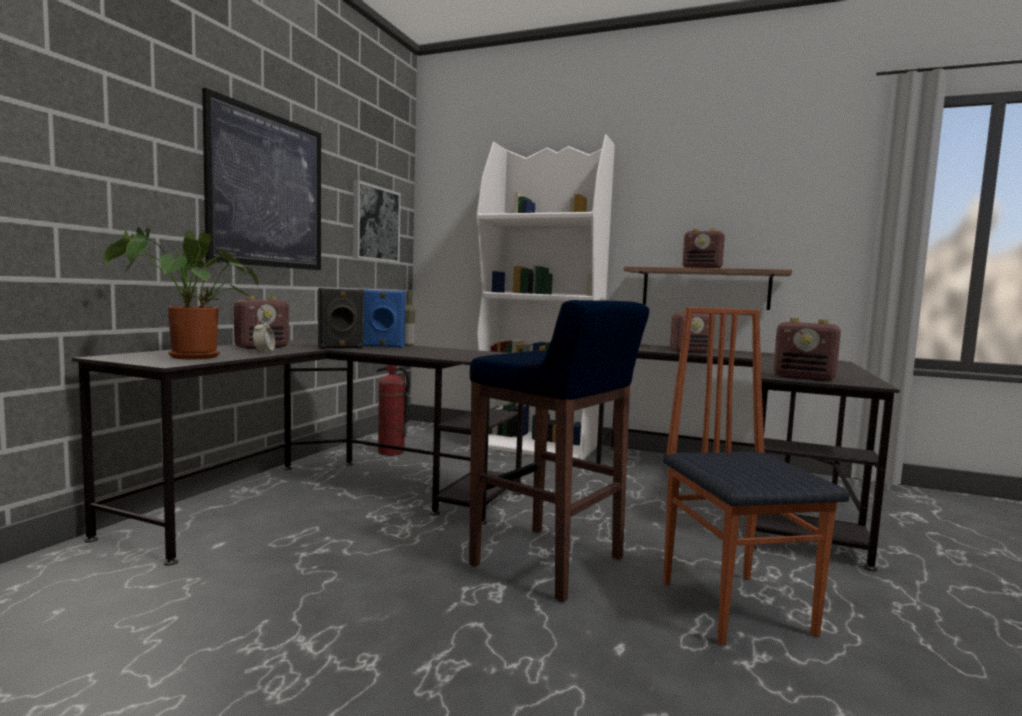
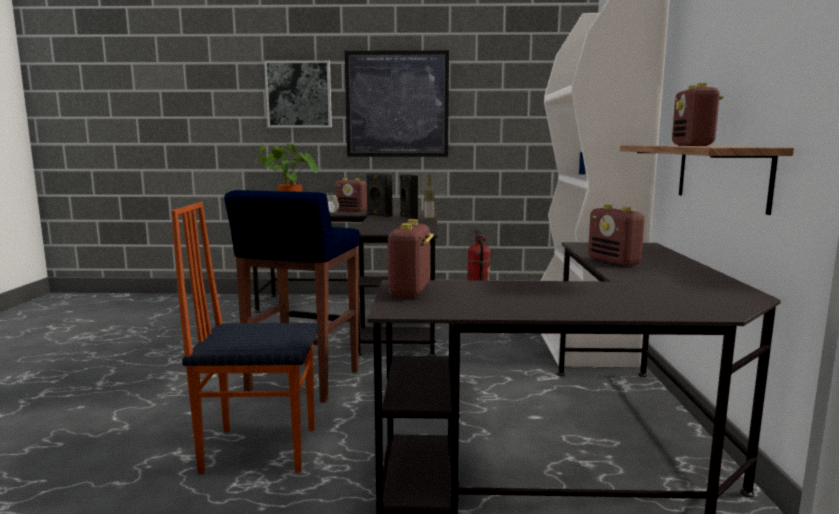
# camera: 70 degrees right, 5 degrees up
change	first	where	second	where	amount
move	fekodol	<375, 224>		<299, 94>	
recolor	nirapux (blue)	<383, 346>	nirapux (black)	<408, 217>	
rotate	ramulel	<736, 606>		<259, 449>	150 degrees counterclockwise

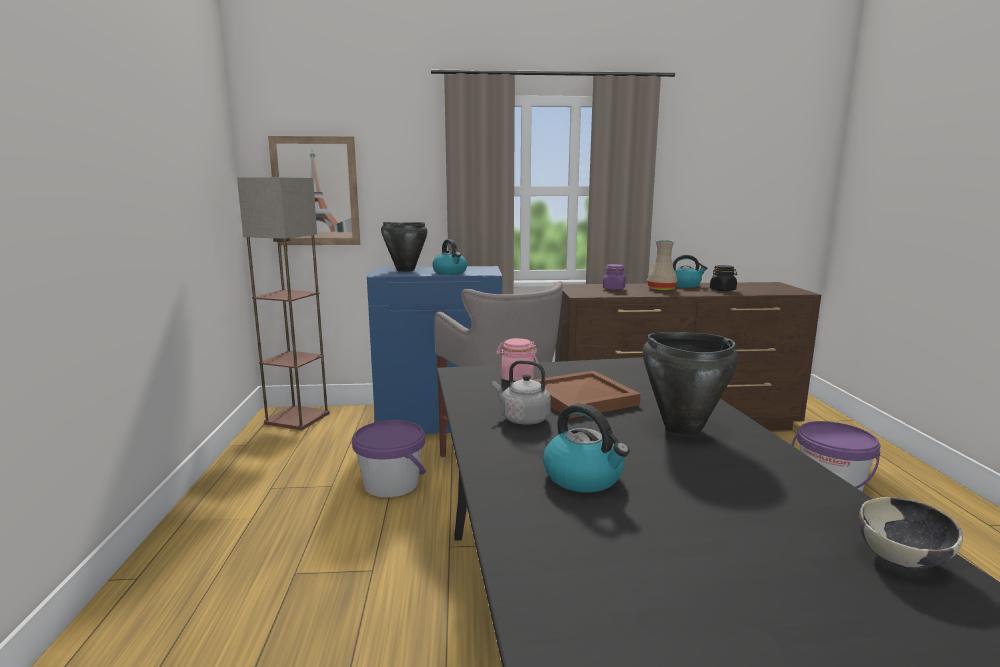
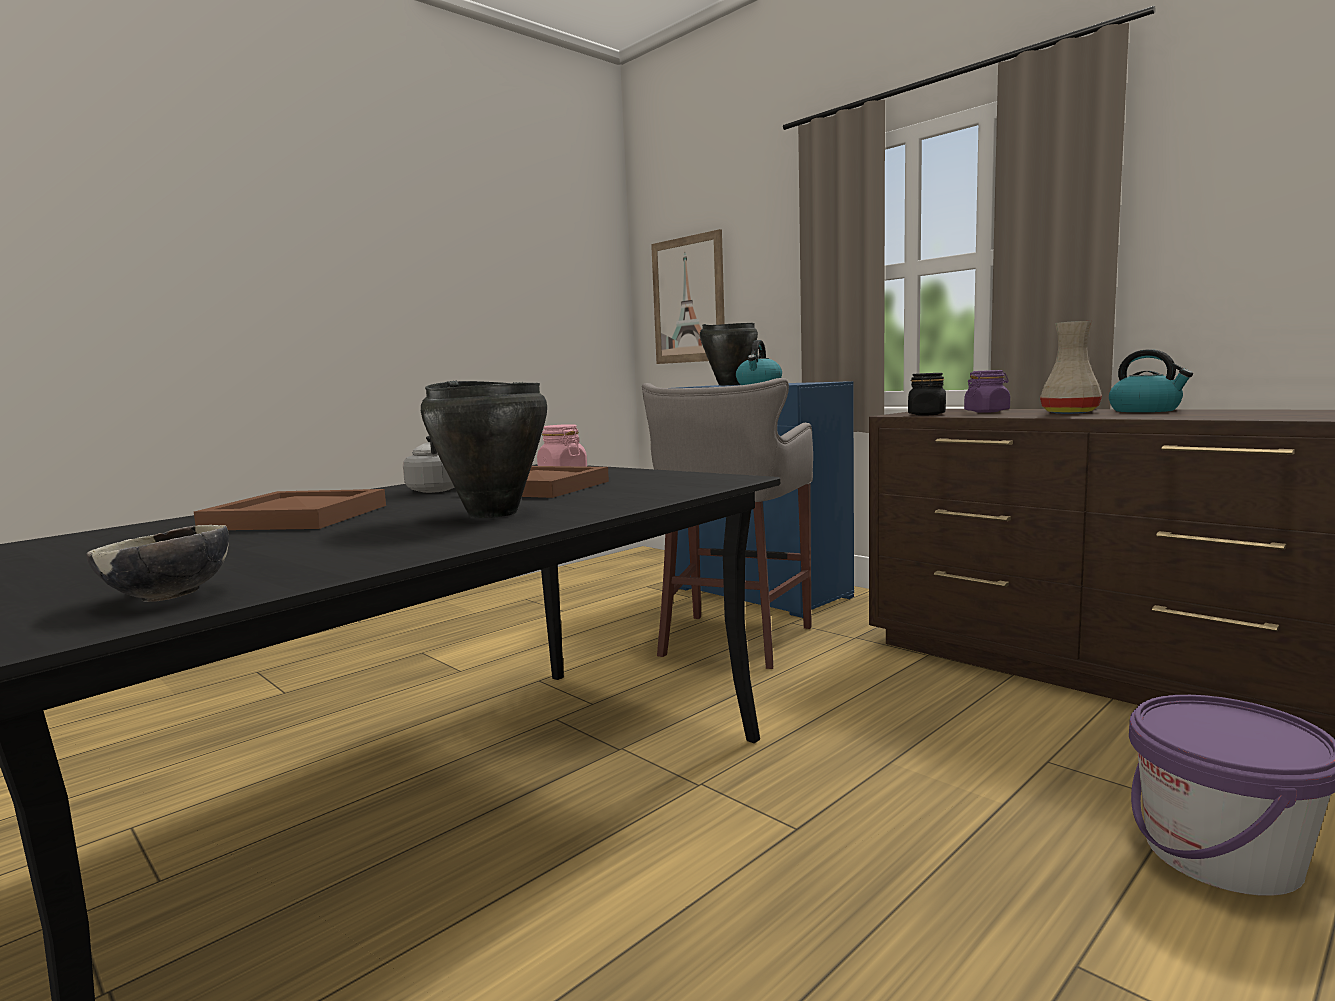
# camera: 50 degrees right, 5 degrees down
change	first	where	second	where	amount
delete	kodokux	<297, 418>			
delete	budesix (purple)	<391, 484>			
replace	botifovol	<584, 477>	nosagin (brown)	<300, 516>	
move	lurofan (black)	<723, 290>		<927, 414>	

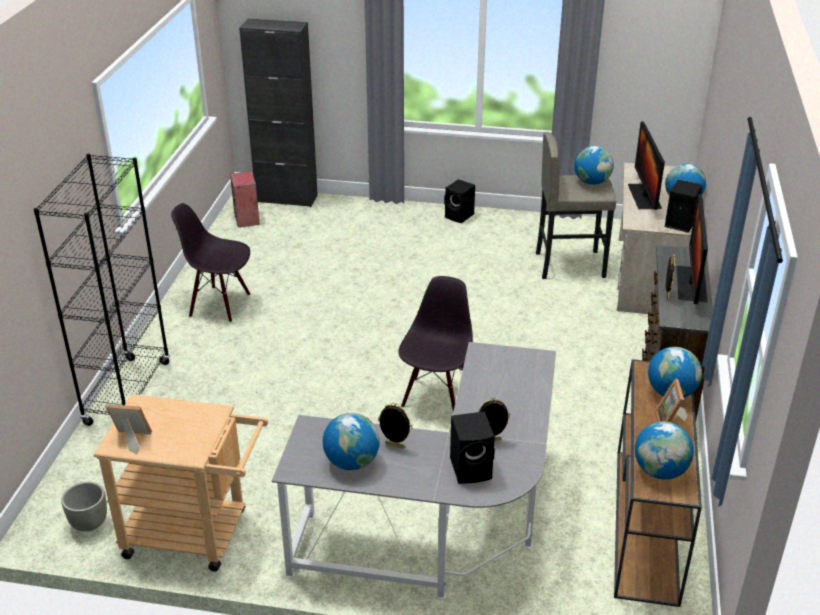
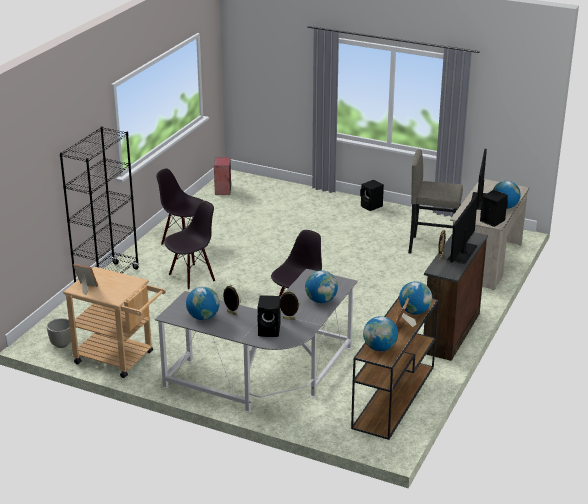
# camera: 15 degrees right, 5 degrees down
change	first	where	second	where	amount
delete	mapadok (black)	<286, 198>			
move	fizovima	<592, 182>		<321, 300>	
insert			ramulel (black)	<192, 277>	

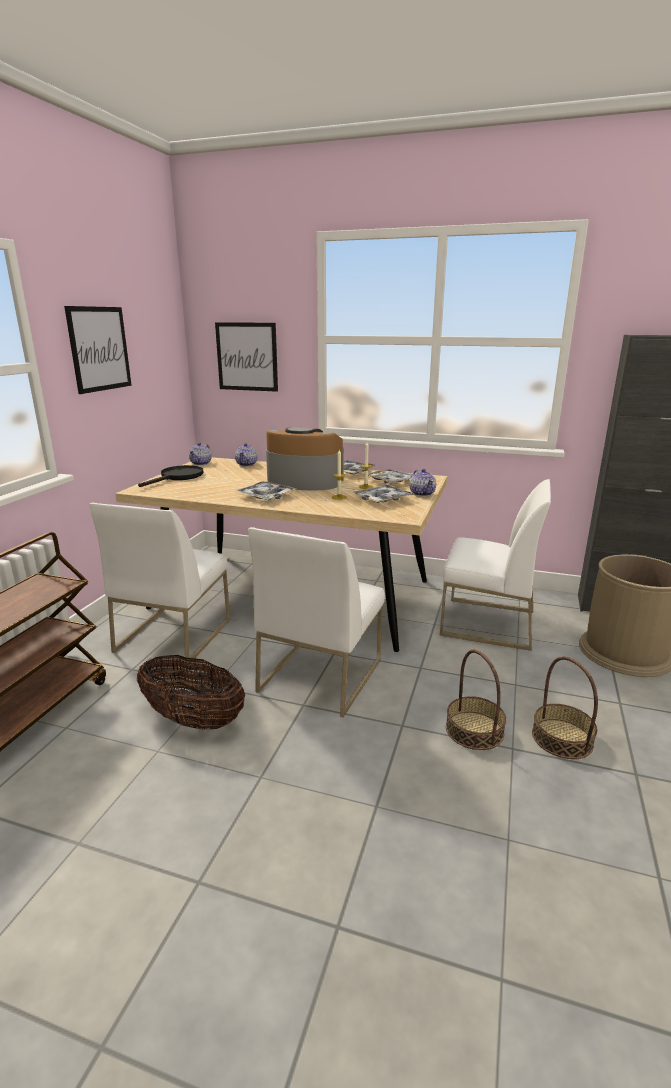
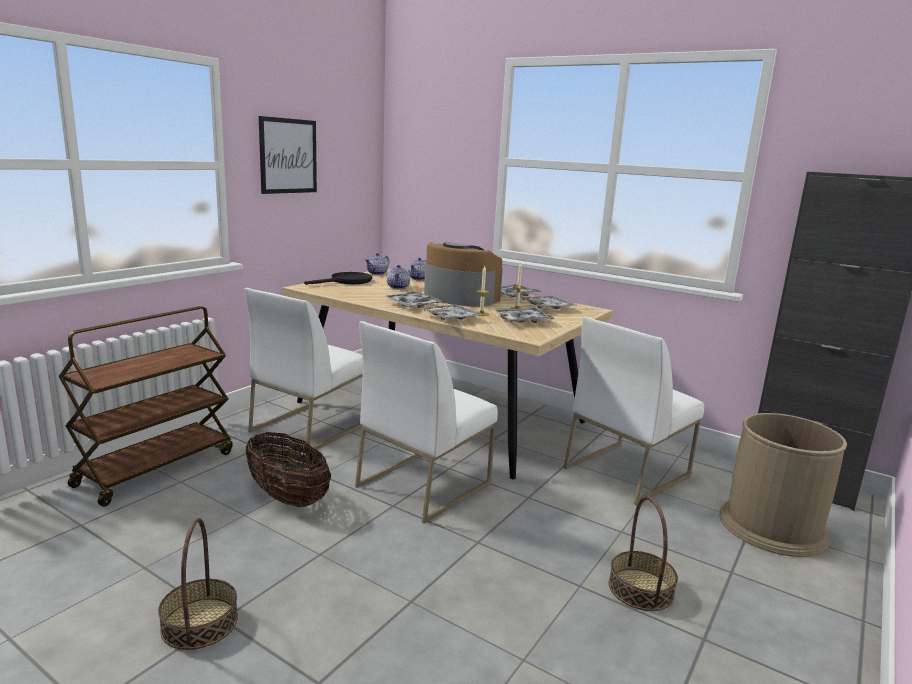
# camera: 15 degrees right, 5 degrees down
change	first	where	second	where	amount
delete	fekodol	<247, 357>			
move	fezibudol	<422, 493>		<398, 287>	
rotate	ramulel (white)	<487, 623>		<626, 471>	105 degrees clockwise
move	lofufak	<474, 730>		<199, 623>	
insert			nosagin	<451, 318>	

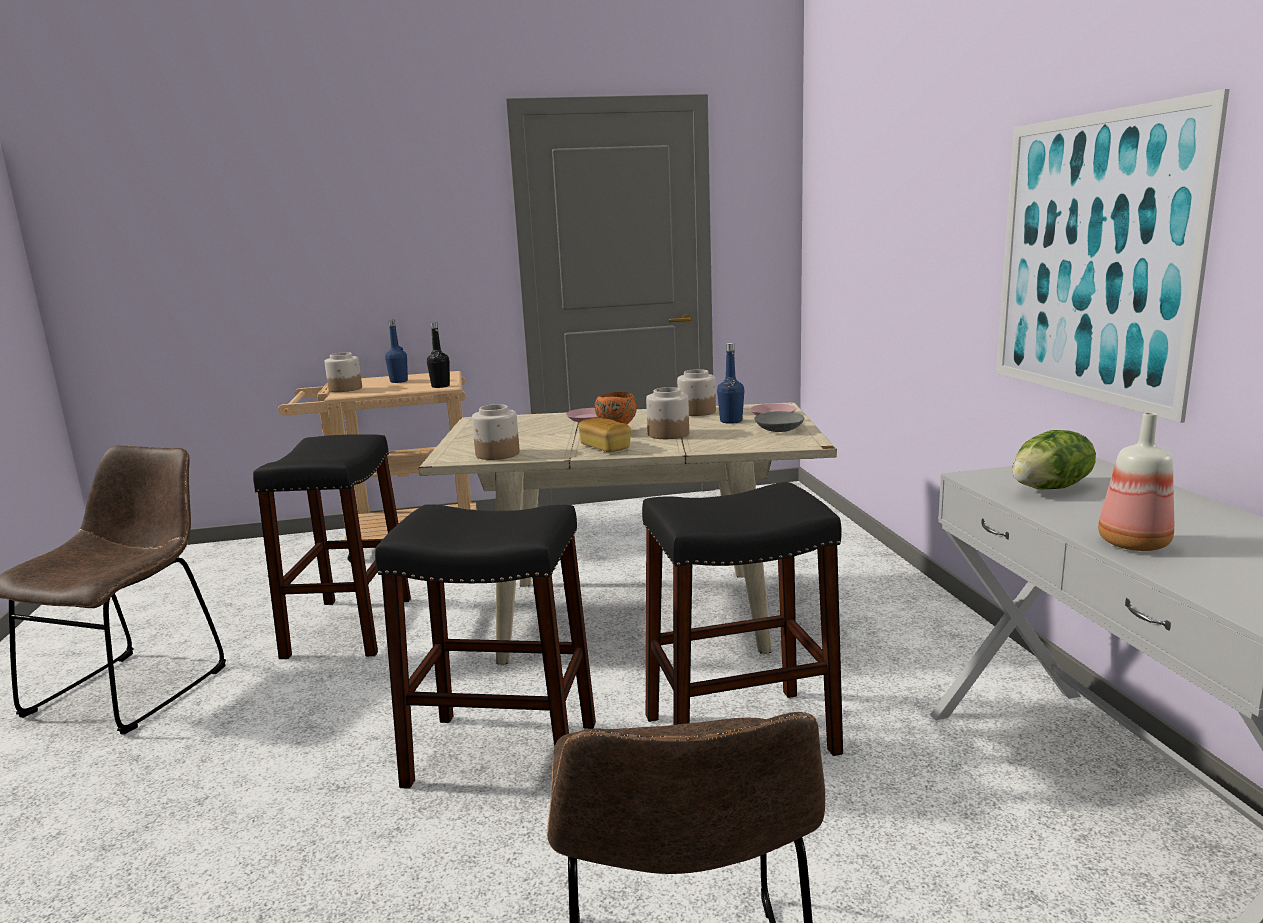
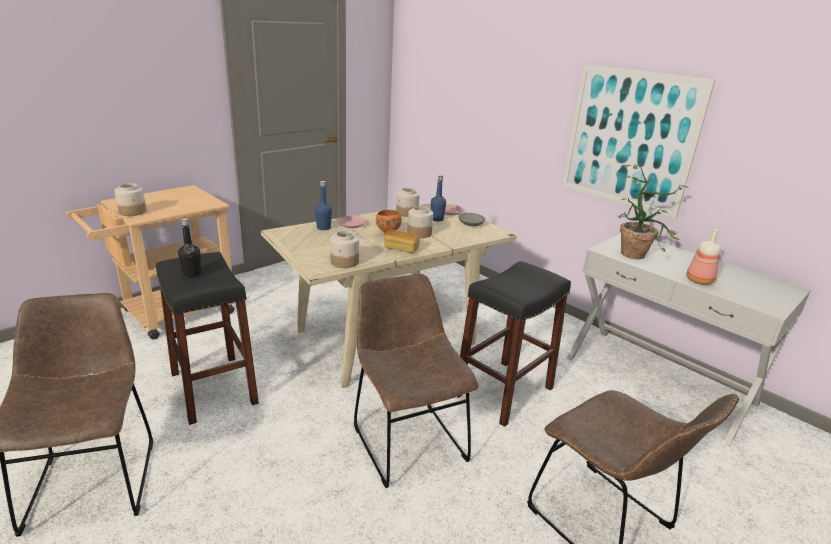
# camera: 35 degrees left, 10 degrees up
change	first	where	second	where	amount
replace	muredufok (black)	<503, 754>	ramulel (brown)	<406, 439>	
move	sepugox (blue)	<399, 381>		<323, 228>	
move	sepugox (black)	<440, 386>		<192, 274>	
replace	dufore	<1051, 488>	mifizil	<637, 253>	

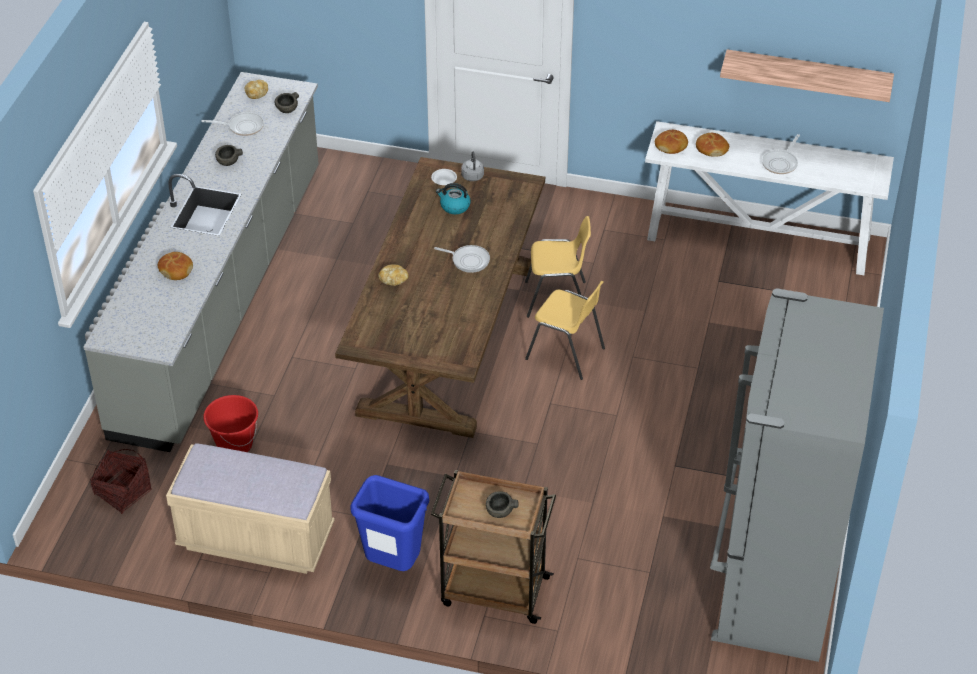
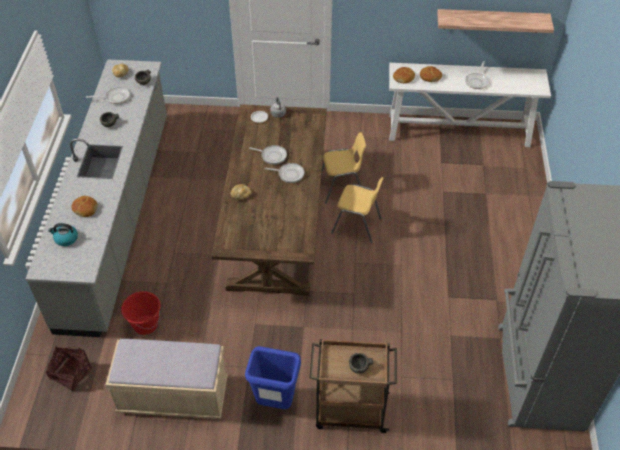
# camera: 10 degrees left, 5 degrees up
change	first	where	second	where	amount
move	botifovol	<454, 206>		<66, 239>	
insert			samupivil	<272, 156>	

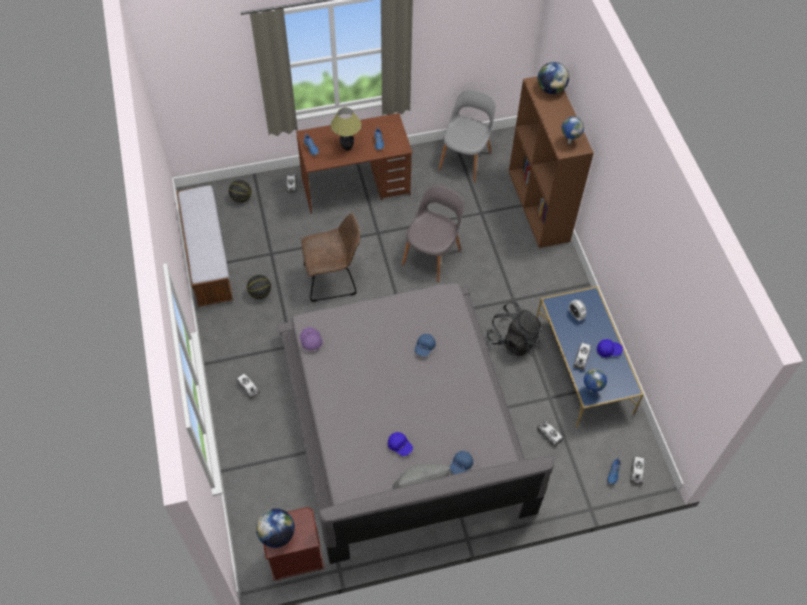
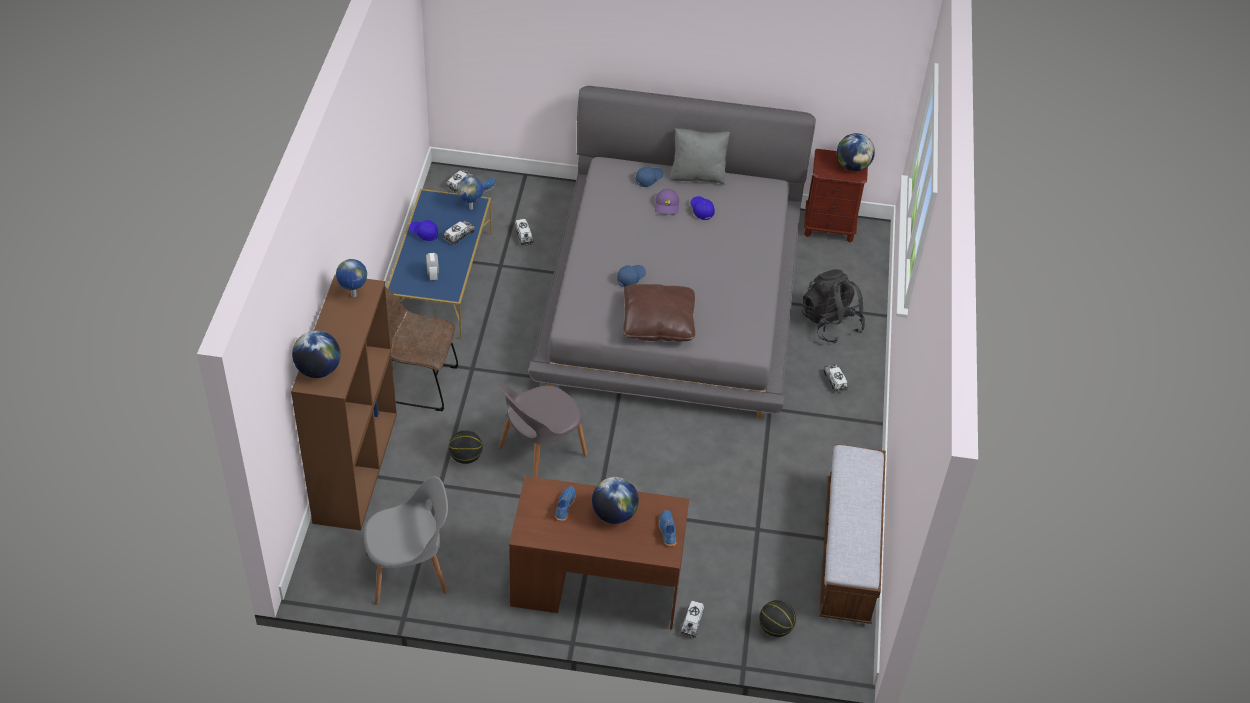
# camera: 160 degrees left, 10 degrees down
change	first	where	second	where	amount
move	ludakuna	<260, 293>		<466, 457>	
move	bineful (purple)	<310, 340>		<667, 206>	
move	ramulel (brown)	<333, 279>		<416, 383>	
replace	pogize	<347, 147>	fizovima	<614, 514>	
rotate	ramulel (grey)	<465, 159>		<409, 572>	150 degrees counterclockwise
move	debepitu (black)	<513, 339>		<830, 323>	
insert			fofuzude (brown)	<658, 323>	

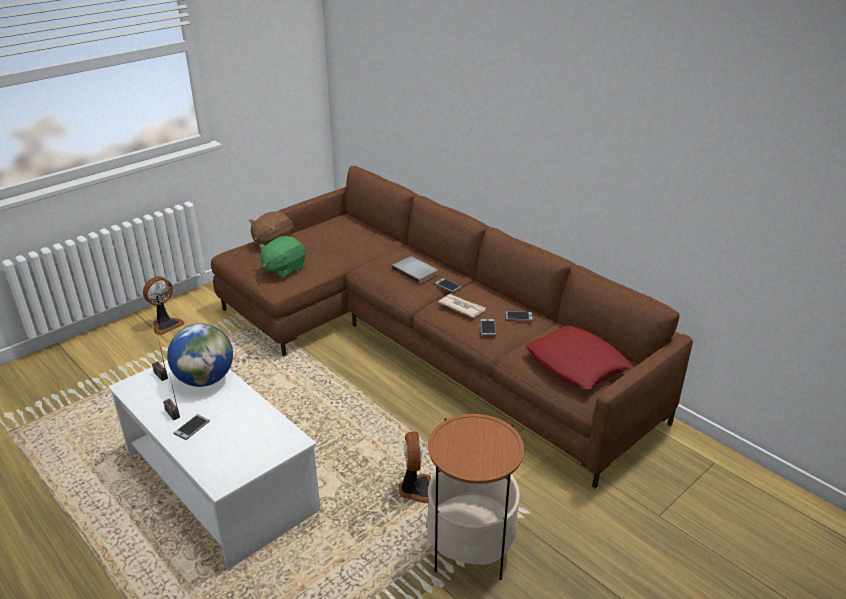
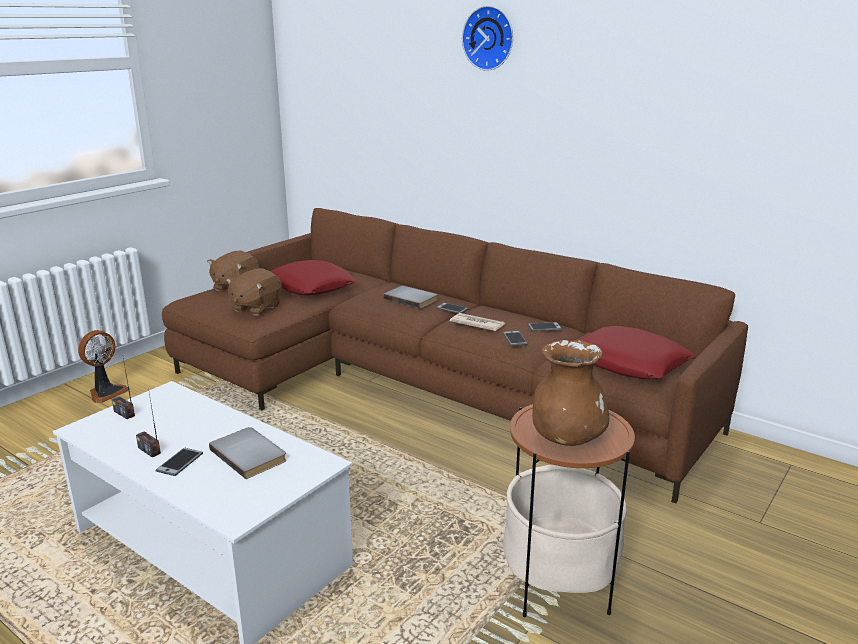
# camera: 10 degrees left, 10 degrees down
change	first	where	second	where	amount
delete	fizovima	<205, 379>			
recolor	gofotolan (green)	<283, 269>	gofotolan (brown)	<255, 308>	
delete	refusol	<415, 489>			
insert			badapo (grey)	<250, 454>	
insert			fofuzude (red)	<311, 286>	
insert			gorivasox	<489, 38>	
insert			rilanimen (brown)	<566, 438>	

